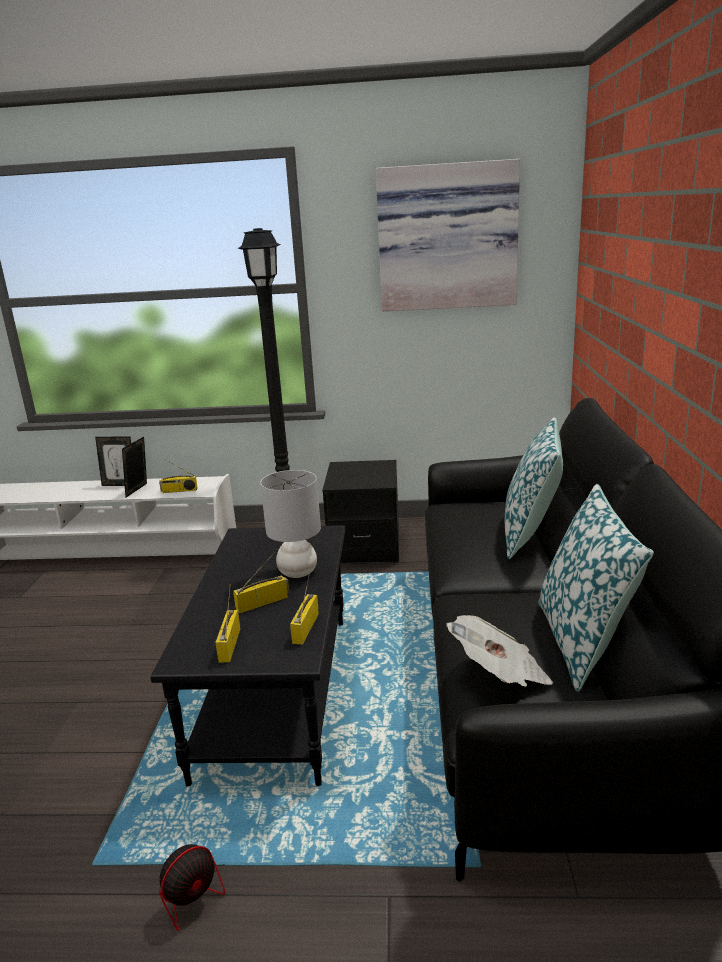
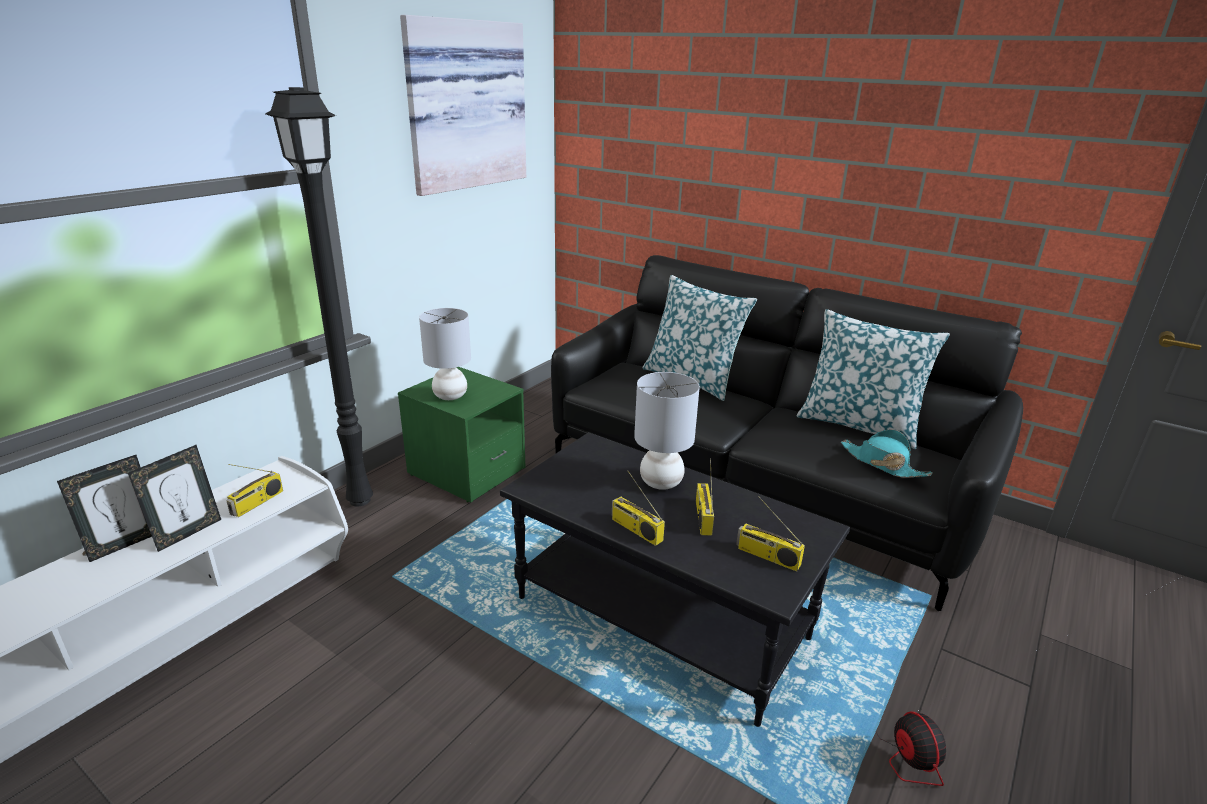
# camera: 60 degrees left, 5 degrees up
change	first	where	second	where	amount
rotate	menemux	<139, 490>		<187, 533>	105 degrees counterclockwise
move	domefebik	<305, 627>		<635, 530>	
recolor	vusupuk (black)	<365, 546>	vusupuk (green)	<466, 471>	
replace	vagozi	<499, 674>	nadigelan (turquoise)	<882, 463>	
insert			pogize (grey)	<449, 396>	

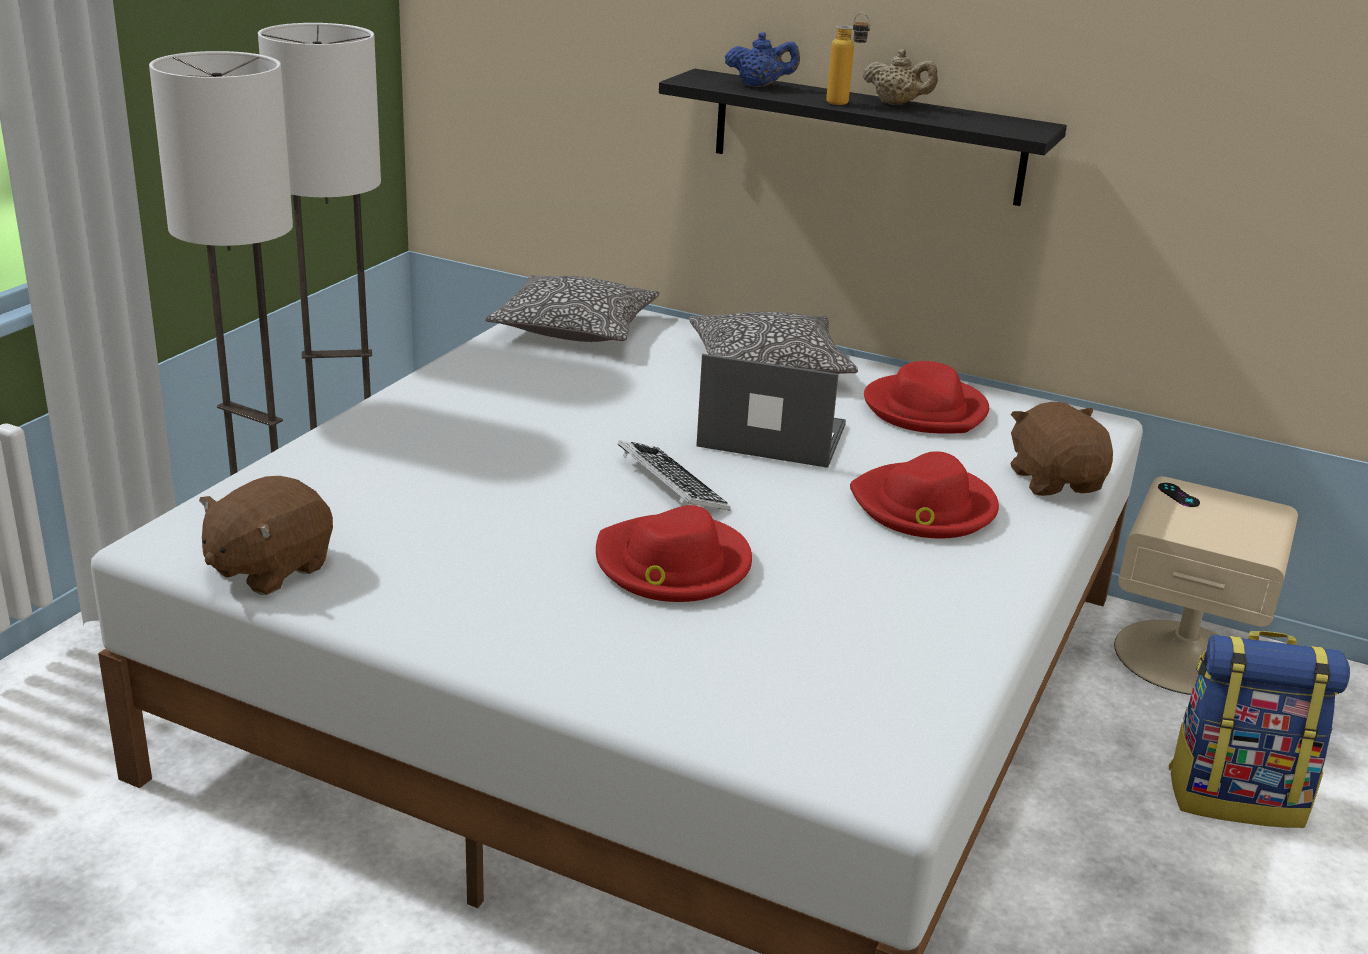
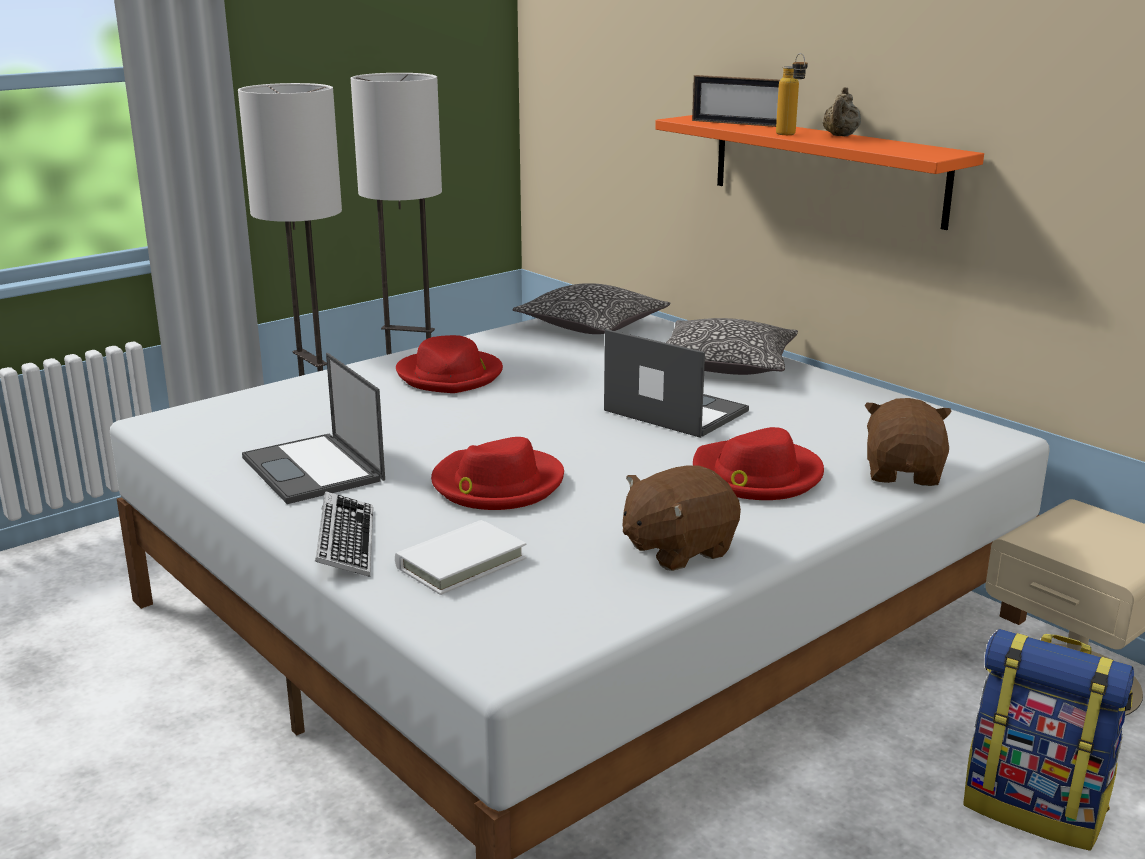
# camera: 25 degrees right, 5 degrees down
change	first	where	second	where	amount
move	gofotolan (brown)	<268, 568>		<677, 549>	
move	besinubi	<670, 485>		<345, 542>	
recolor	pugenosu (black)	<867, 137>	pugenosu (orange)	<826, 168>	
replace	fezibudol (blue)	<760, 86>	menemux	<737, 123>	
rotate	fezibudol (beige)	<897, 104>		<840, 136>	60 degrees clockwise
move	nadigelan (red)	<926, 409>		<450, 375>	
delete	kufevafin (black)	<1178, 495>			
insert			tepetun	<314, 469>	
insert			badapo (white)	<461, 562>	

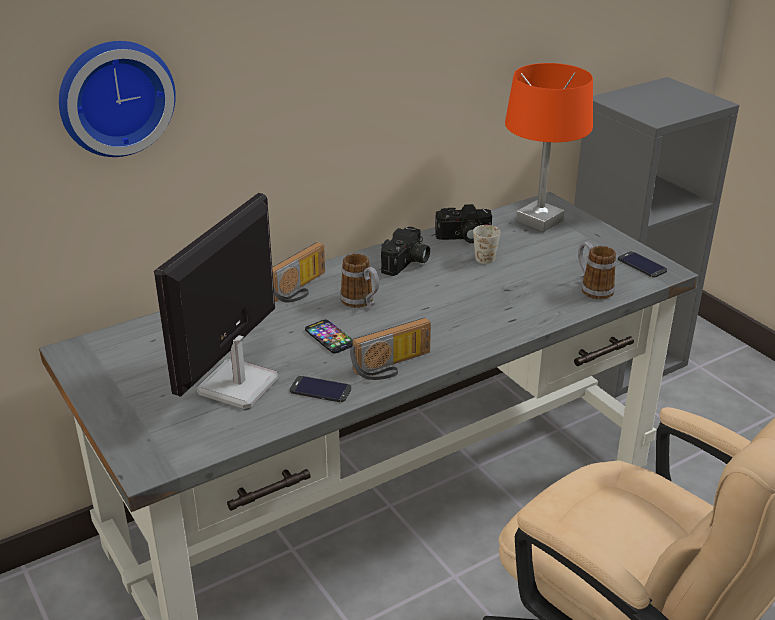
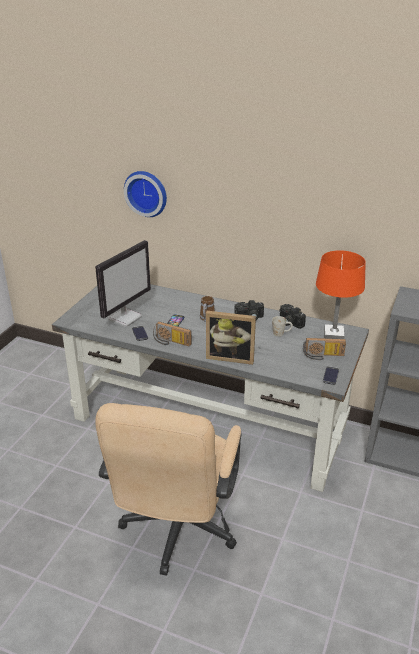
# camera: 55 degrees right, 0 degrees up
change	first	where	second	where	amount
rotate	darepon	<237, 386>		<125, 317>	135 degrees clockwise
move	domefebik	<301, 289>		<323, 356>	
delete	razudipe	<592, 288>			
insert			menemux	<230, 357>	

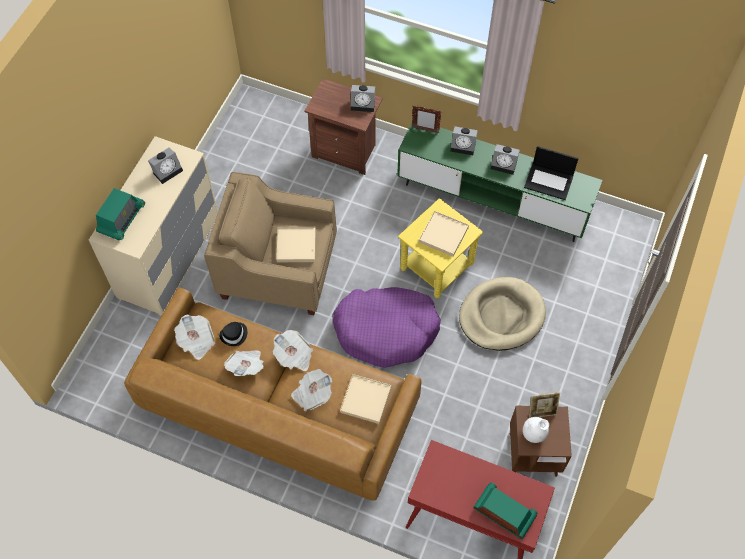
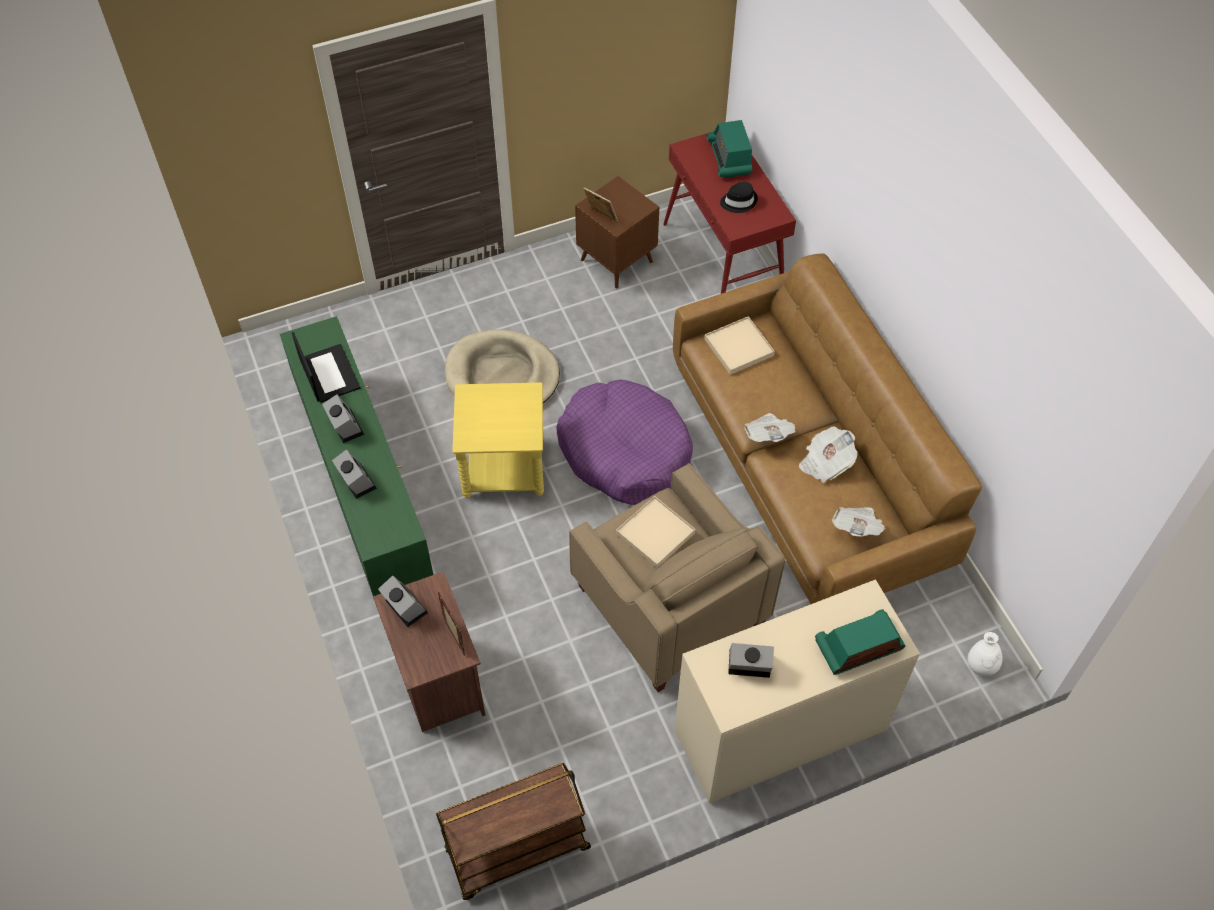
# camera: 135 degrees left, 5 degrees down
change	first	where	second	where	amount
move	nadigelan (black)	<234, 335>		<738, 201>	
delete	vagozi	<312, 394>			
move	menemux	<425, 130>		<454, 638>	
delete	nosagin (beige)	<443, 235>			
move	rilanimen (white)	<533, 434>		<981, 666>	
insert			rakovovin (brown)	<517, 851>	

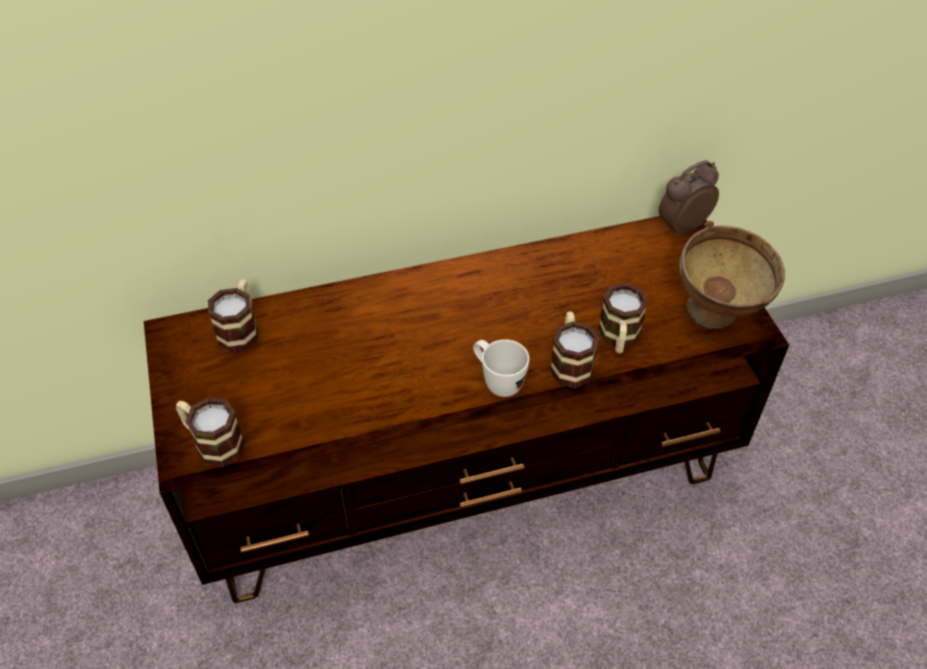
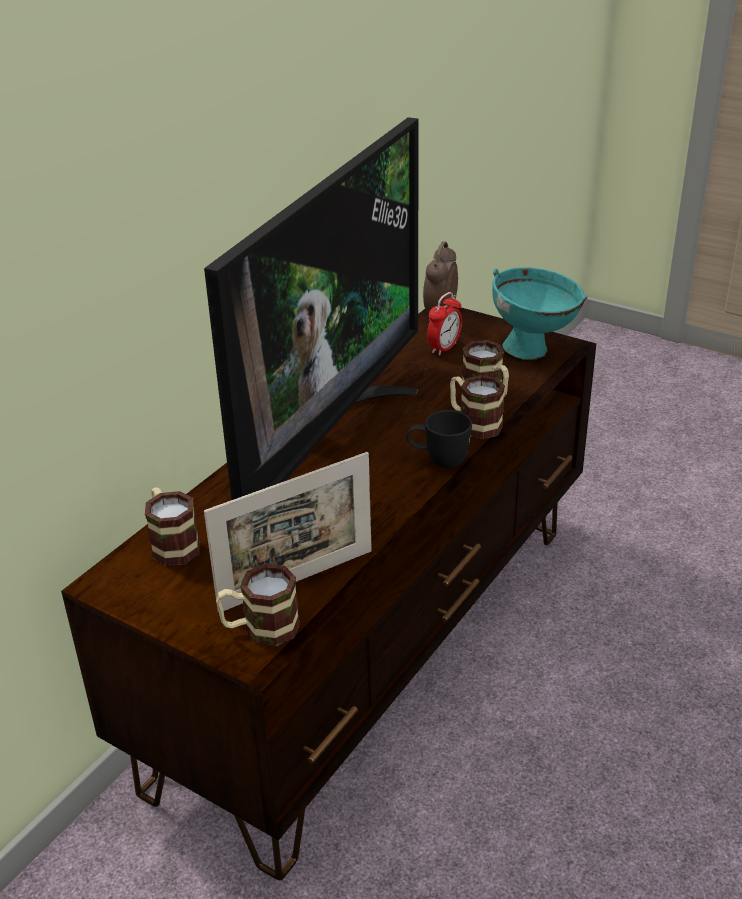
# camera: 40 degrees left, 15 degrees down
change	first	where	second	where	amount
recolor	razudipe (white)	<497, 381>	razudipe (black)	<438, 461>	
recolor	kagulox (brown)	<717, 319>	kagulox (turquoise)	<535, 351>	
insert			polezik	<324, 442>	
insert			menemux	<297, 580>	
insert			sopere	<444, 348>	

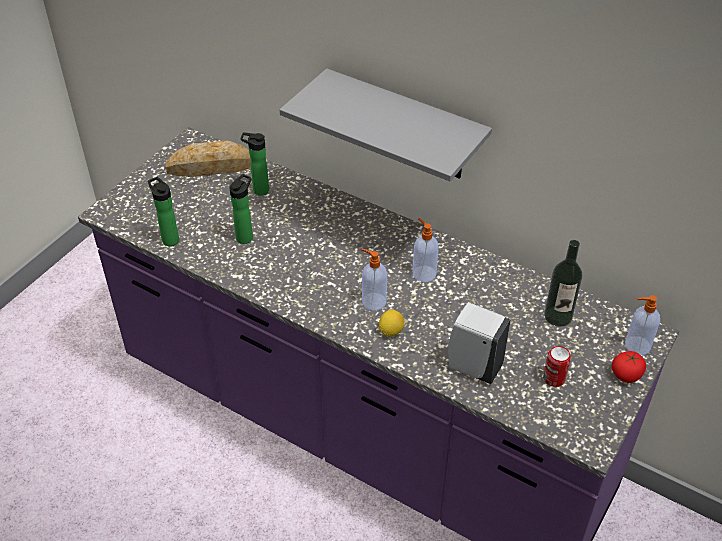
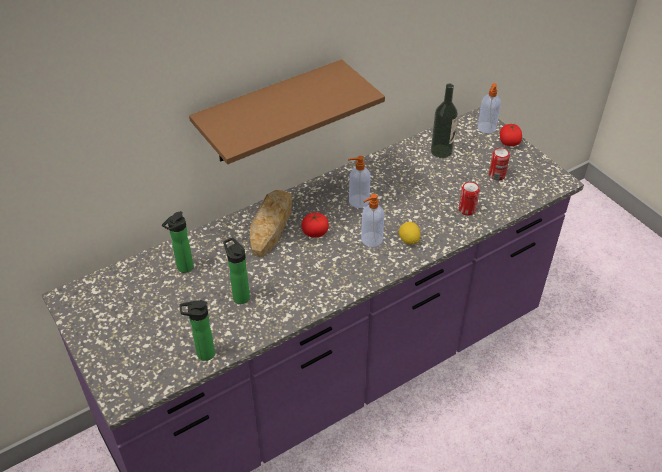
# camera: 65 degrees left, 0 degrees up
change	first	where	second	where	amount
move	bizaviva	<210, 166>		<271, 226>	
recolor	pugenosu (grey)	<405, 126>	pugenosu (brown)	<270, 113>	
replace	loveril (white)	<472, 367>	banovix	<467, 210>	
insert			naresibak	<315, 232>	

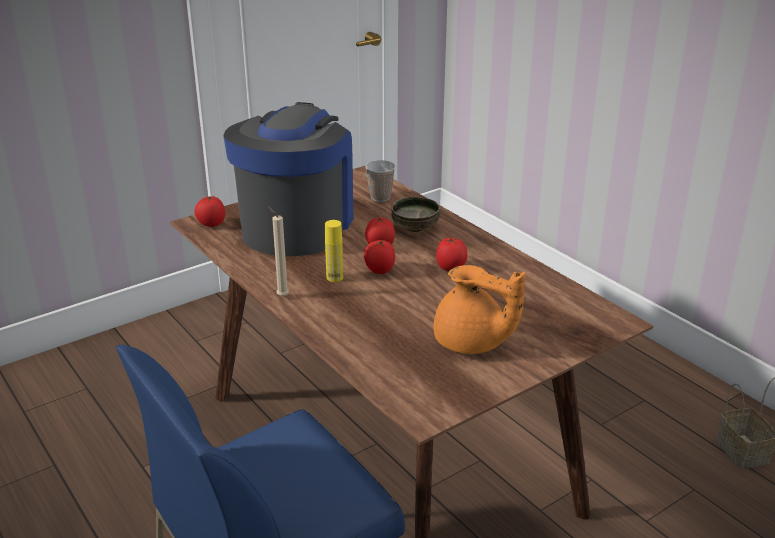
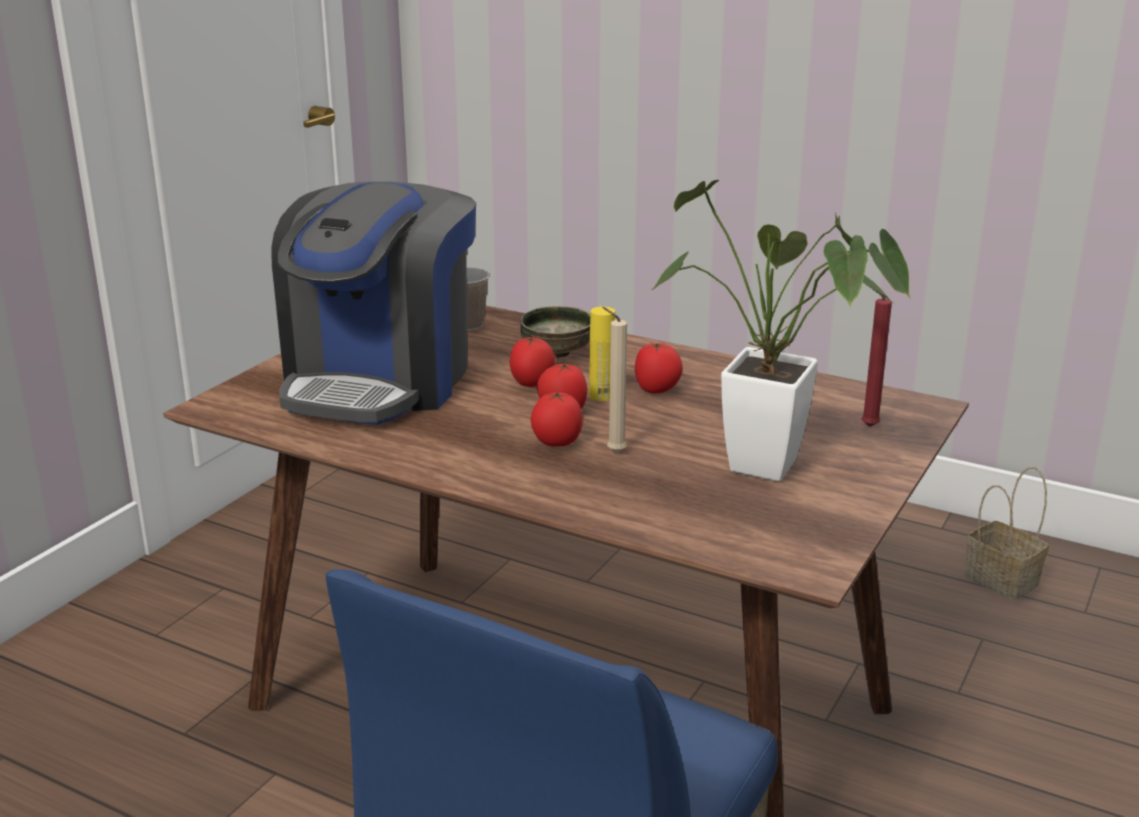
# camera: 25 degrees left, 5 degrees down
change	first	where	second	where	amount
move	naresibak	<211, 225>		<556, 443>	
rotate	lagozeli	<296, 226>		<380, 381>	150 degrees counterclockwise
move	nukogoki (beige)	<281, 296>		<613, 452>	
move	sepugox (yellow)	<334, 277>		<601, 396>	
replace	fezibudol (orange)	<472, 343>	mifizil	<779, 470>	
insert			nukogoki (red)	<866, 426>	

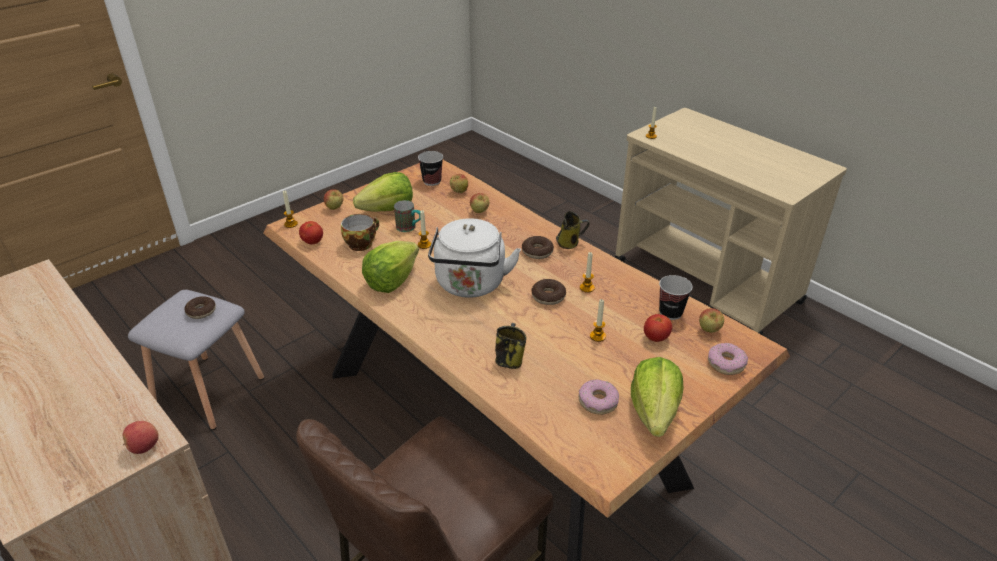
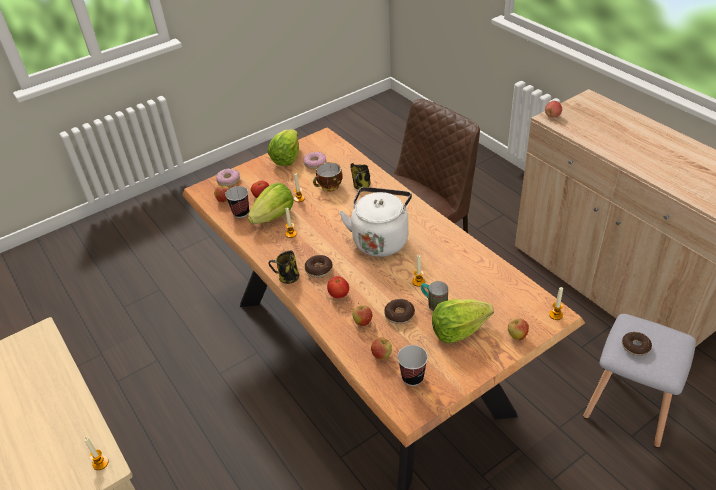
# camera: 170 degrees left, 5 degrees up
change	first	where	second	where	amount
move	naresibak	<312, 242>		<339, 295>	
move	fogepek	<361, 243>		<329, 187>	
move	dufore	<392, 281>		<274, 216>	
move	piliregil	<548, 296>		<399, 315>	

